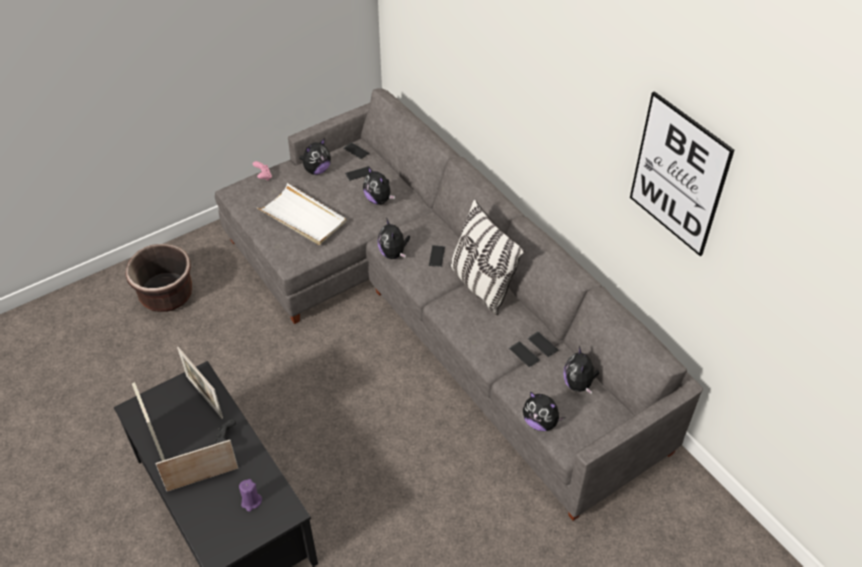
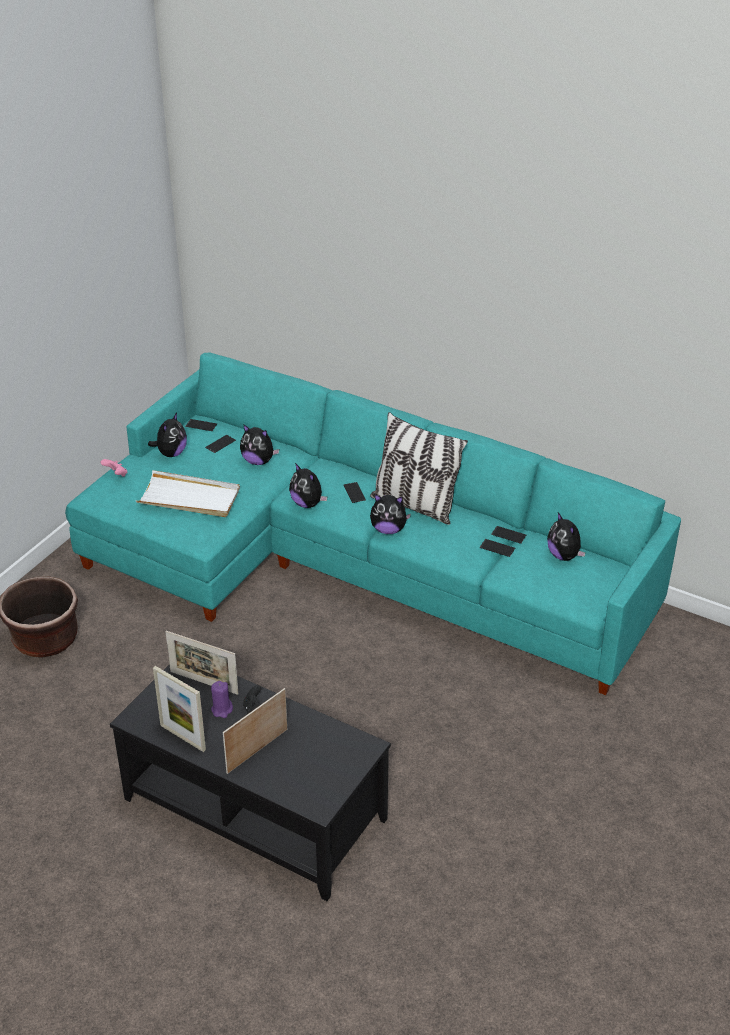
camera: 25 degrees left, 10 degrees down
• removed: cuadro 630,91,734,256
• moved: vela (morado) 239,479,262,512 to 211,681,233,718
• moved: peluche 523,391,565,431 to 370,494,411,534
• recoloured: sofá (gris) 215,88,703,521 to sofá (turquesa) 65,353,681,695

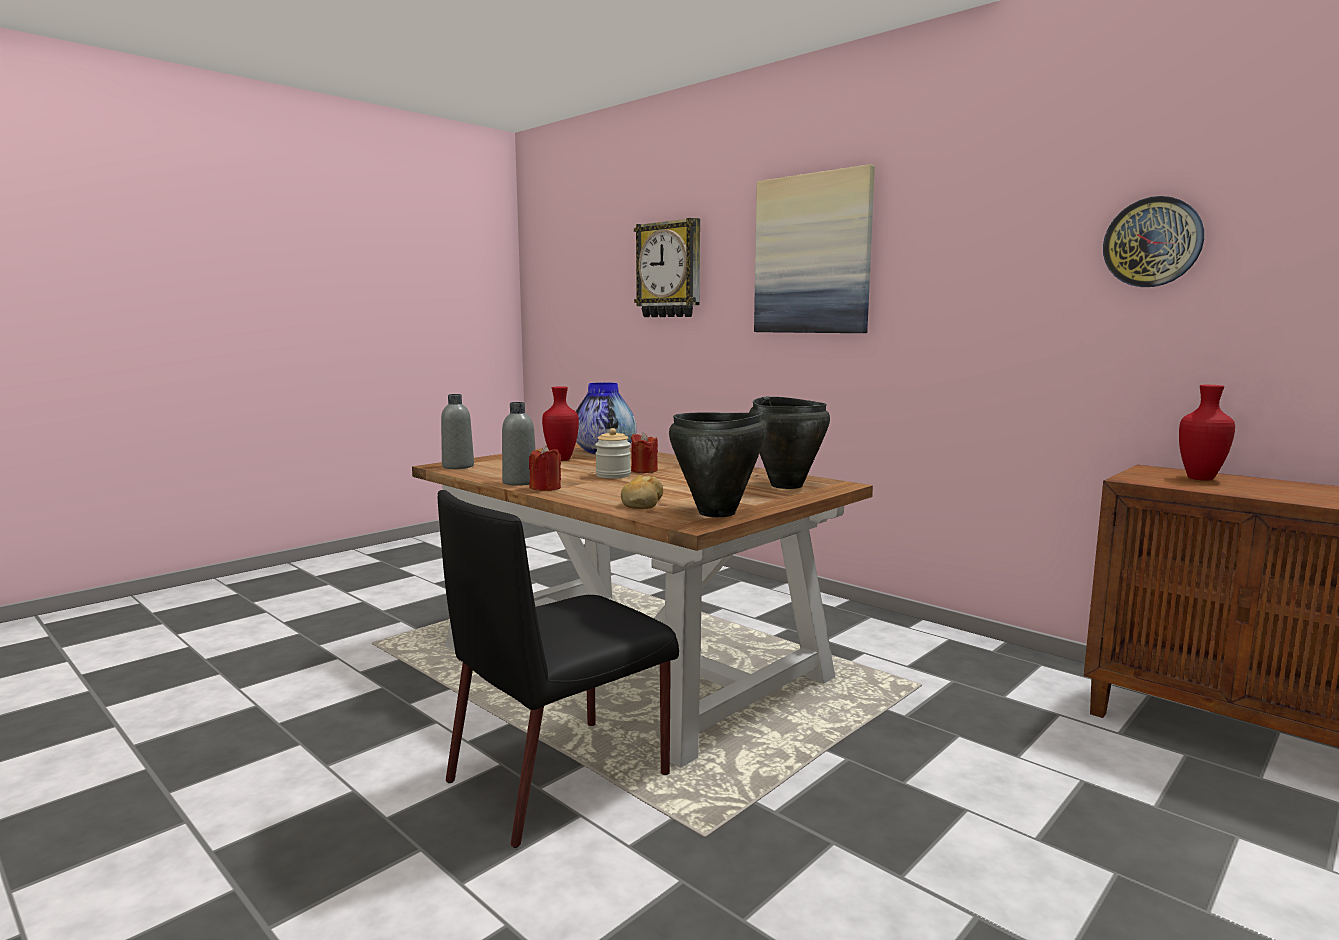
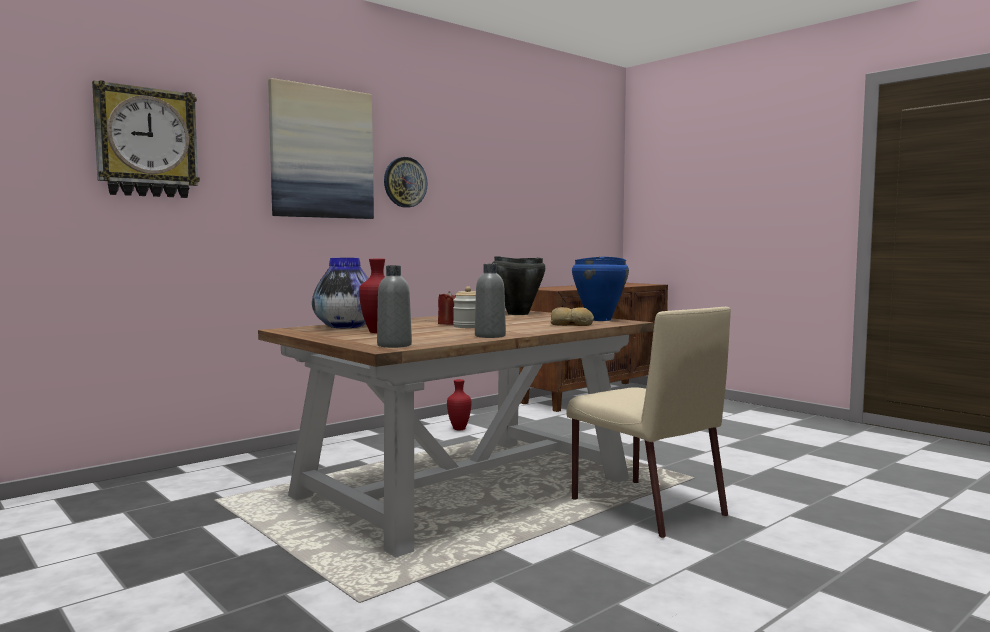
camera: 85 degrees left, 5 degrees down
• removed: vela (rojo) 529,445,561,491
• moved: reloj de pared 1103,196,1204,287 to 384,157,428,208
• moved: florero (rojo) 1179,385,1235,480 to 447,379,472,430
• recoloured: silla (negro) 438,490,679,848 to silla (beis) 566,307,731,538
• recoloured: olla (negro) 669,413,766,517 to olla (azul) 572,256,629,321

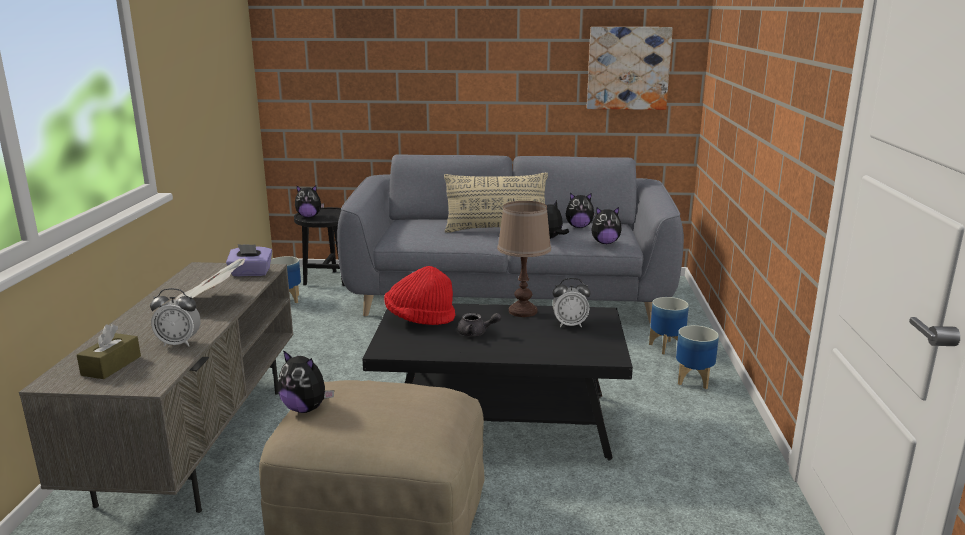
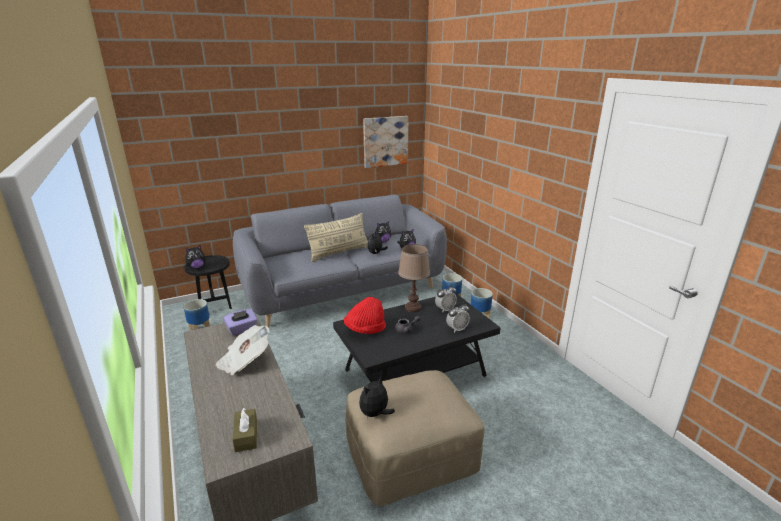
camera: 30 degrees left, 5 degrees up
• moved: despertador 150,288,201,347 to 446,302,470,333
• turned: peluche 278,350,334,413 = 359,377,395,418 135 degrees clockwise

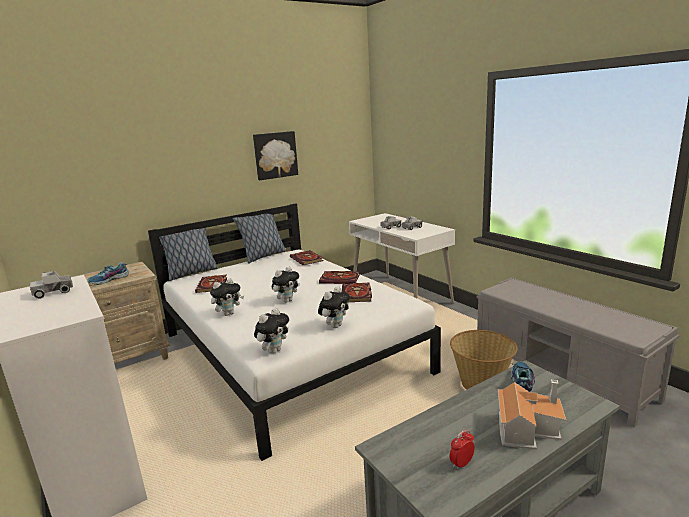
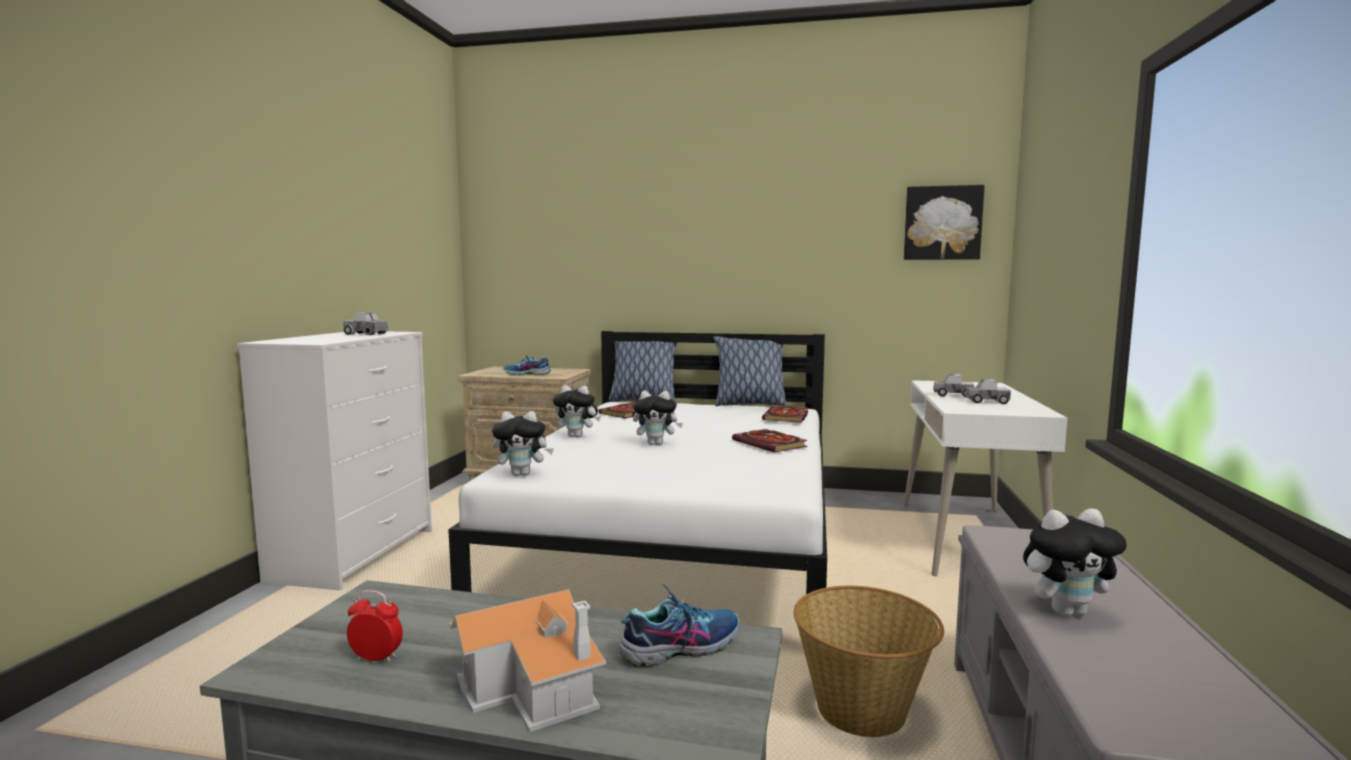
camera: 45 degrees right, 10 degrees down
• removed: libro 342,283,372,302
• moved: cuadro 253,131,298,180 to 904,185,985,260
• moved: peluche 318,287,350,328 to 1023,509,1127,616

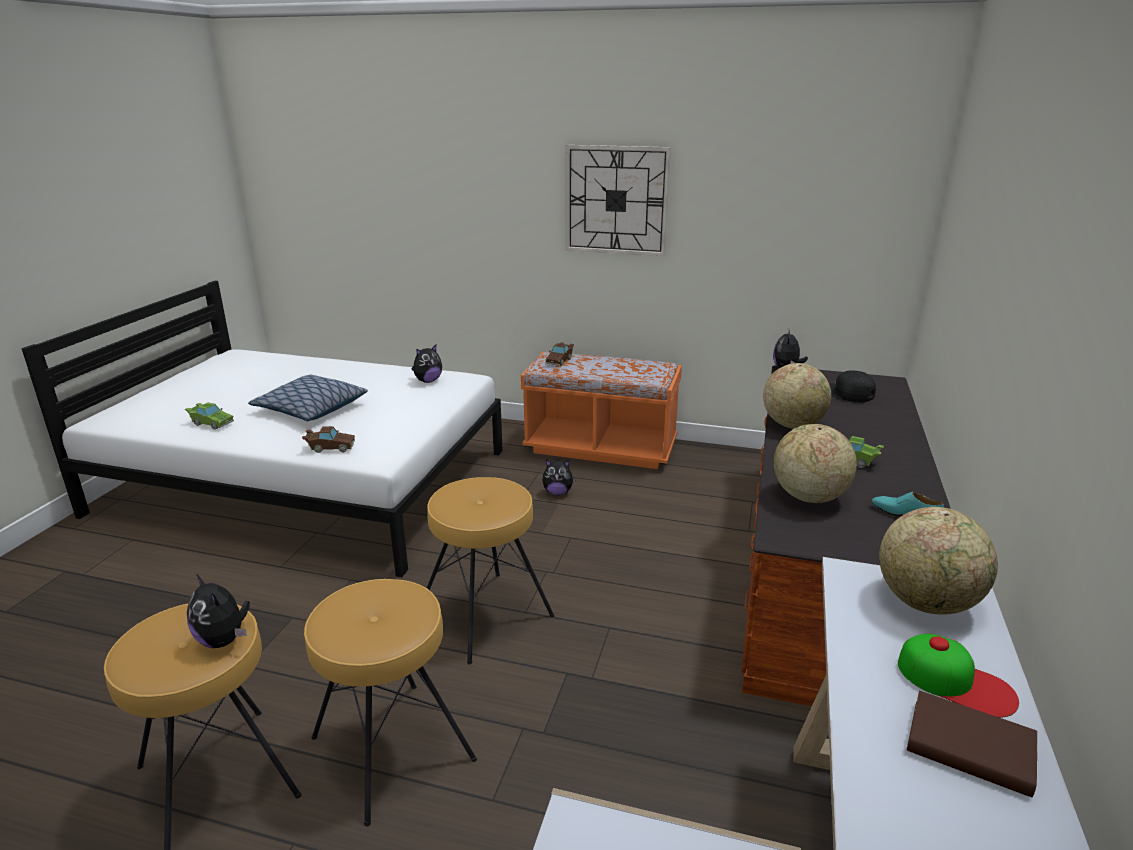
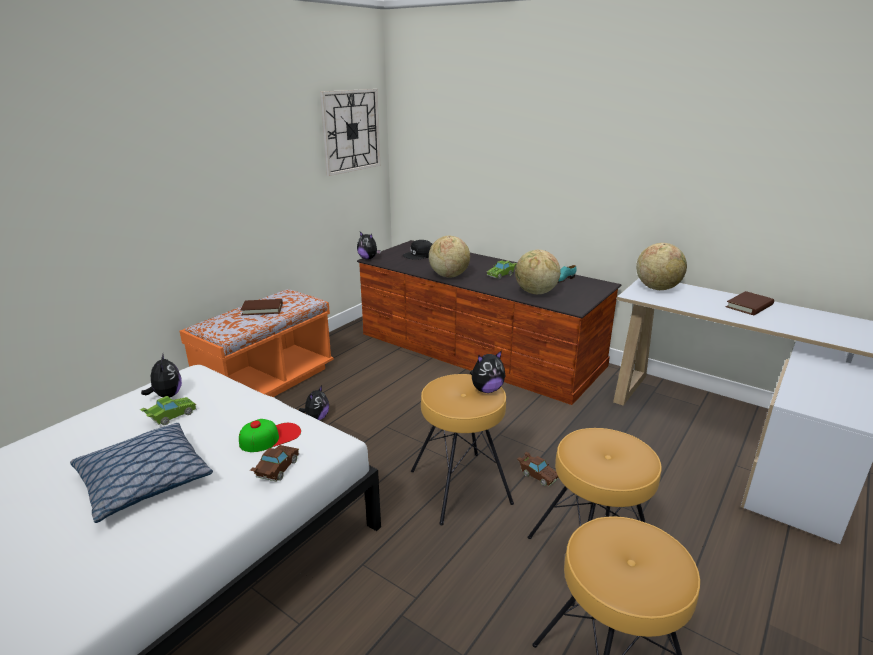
camera: 70 degrees left, 0 degrees up
• added: libro (marrón) 241,299,283,315
• moved: coche de juguete (verde) 185,402,234,430 to 140,396,196,425
• moved: peluche 187,574,250,648 to 470,351,505,393
• moved: coche de juguete (marrón) 545,342,574,366 to 517,452,559,486
• moved: reloj de pared 566,145,671,256 to 320,89,380,176
• moved: gorra 898,634,1019,718 to 239,419,301,452

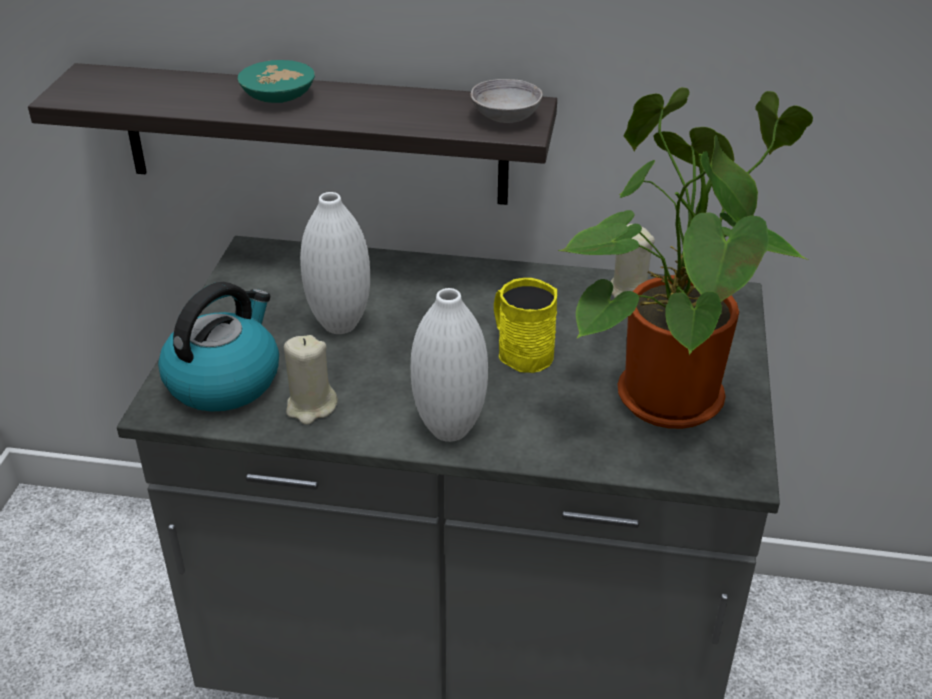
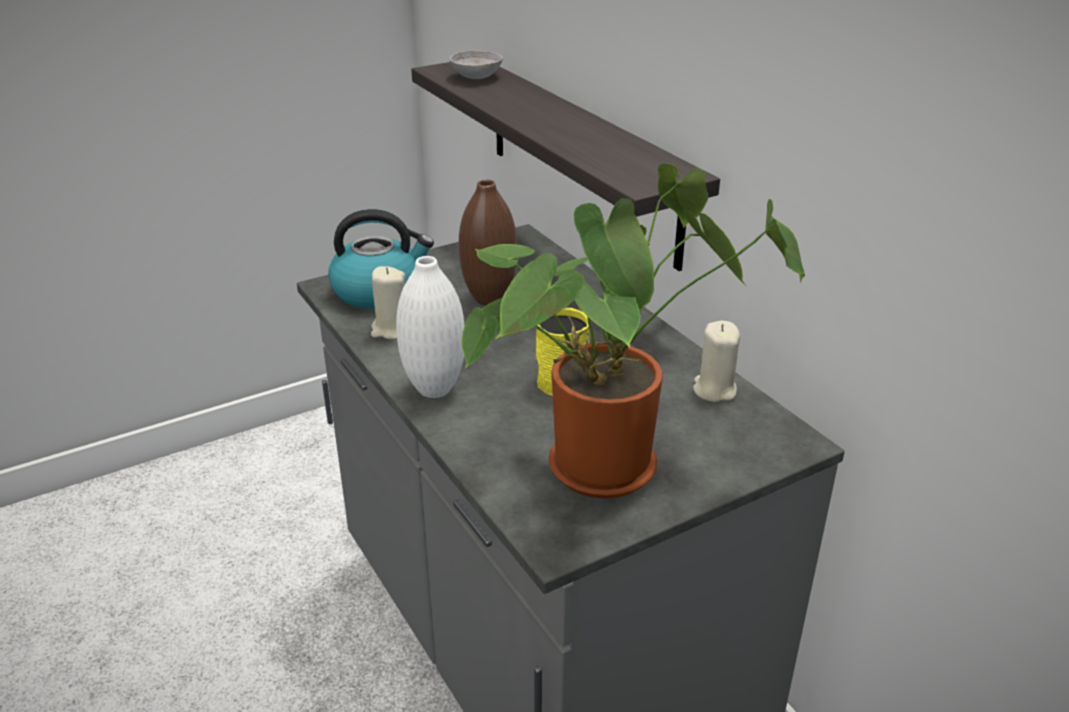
camera: 50 degrees right, 5 degrees down
• removed: cuenco (turquesa) 238,60,315,103
• moved: cuenco (gris) 470,79,543,123 to 449,51,503,79
• recoloured: florero (blanco) 300,192,370,334 to florero (marrón) 459,180,517,306

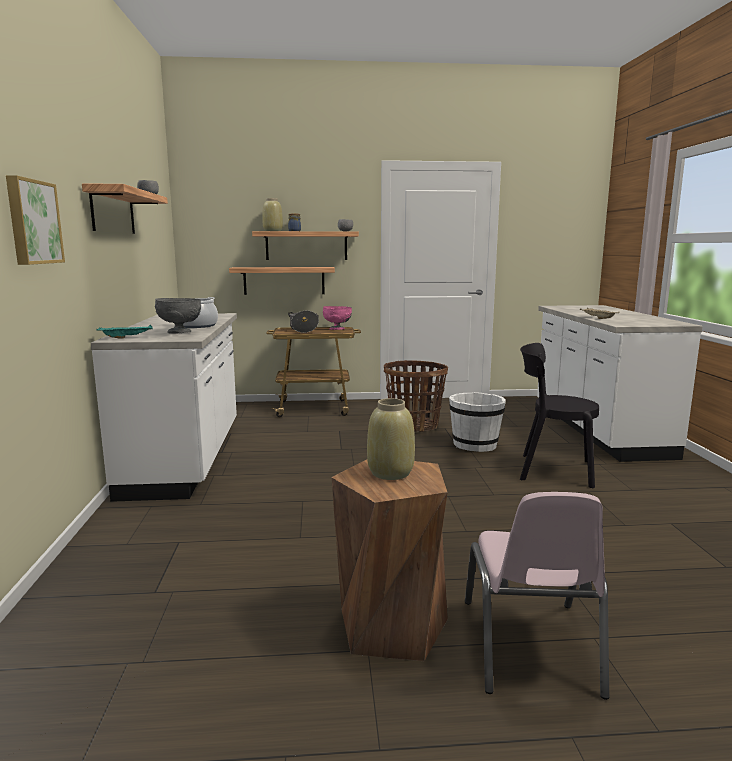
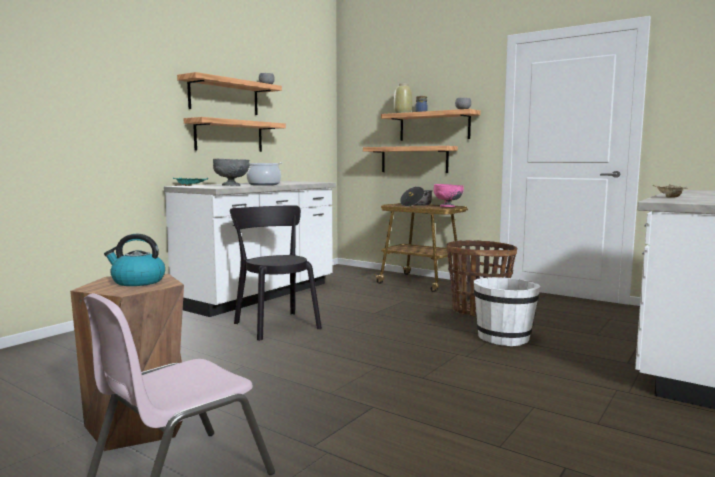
camera: 40 degrees right, 5 degrees down
• removed: cuadro 6,175,65,265
• added: estante 184,117,286,152
• moved: silla (negro) 520,343,599,488 to 230,205,322,341
• replaced: florero (beis) 367,398,415,480 to hervidor 104,234,165,286

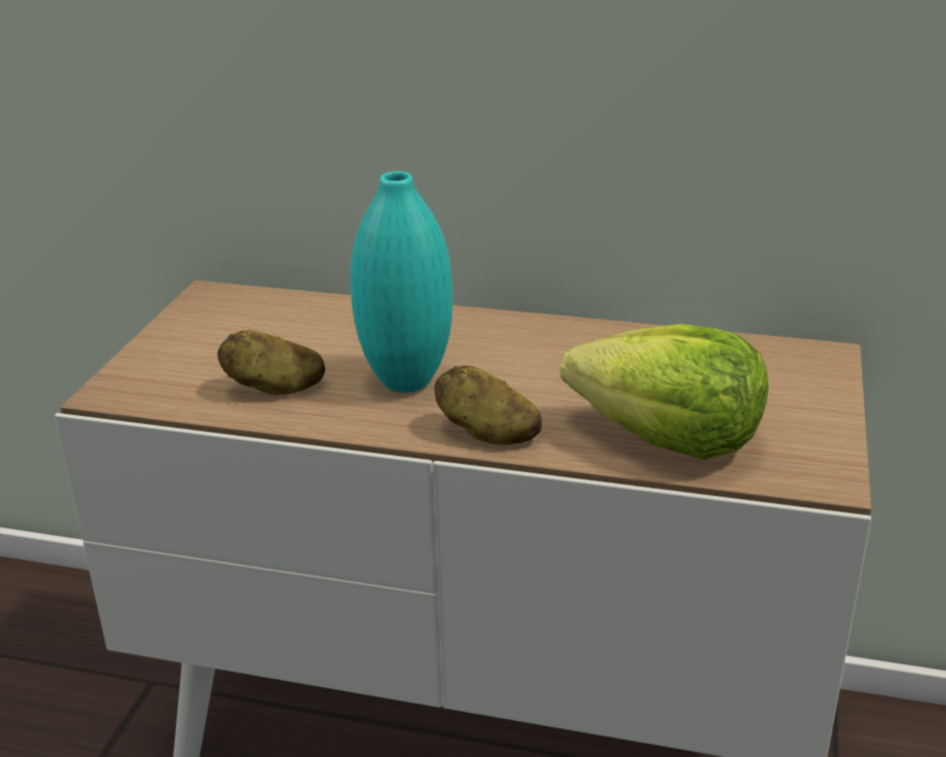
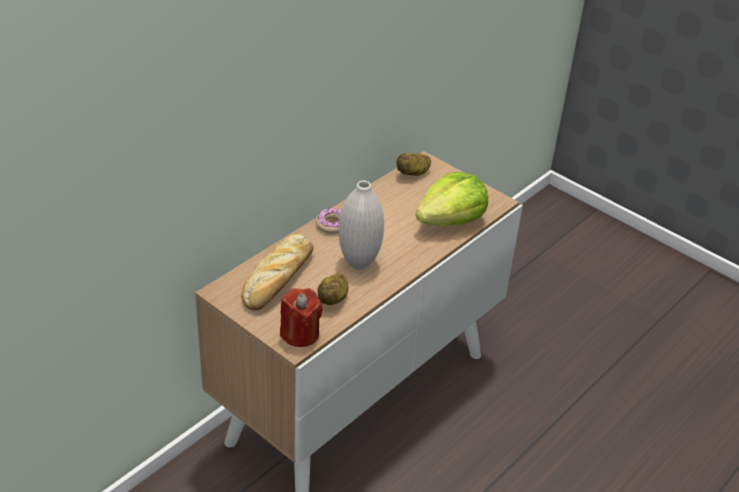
camera: 65 degrees left, 10 degrees up
• added: pan 241,234,313,310
• added: vela (rojo) 280,288,323,347
• added: rosquilla 316,208,341,234
• moved: patata 434,366,542,445 to 397,153,431,176
• recoloured: florero (turquesa) 350,171,453,393 to florero (blanco) 339,181,384,269

